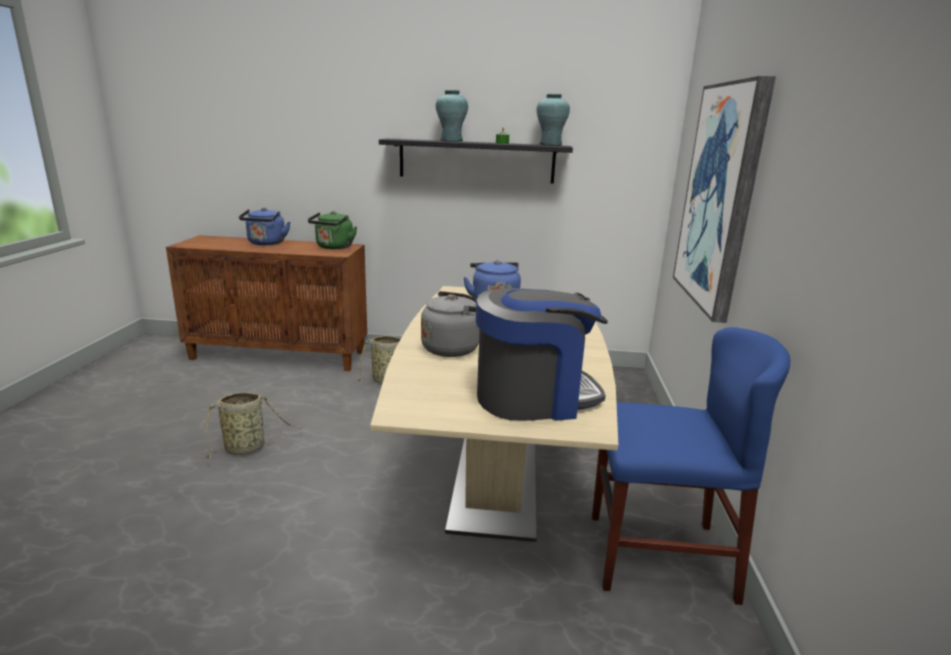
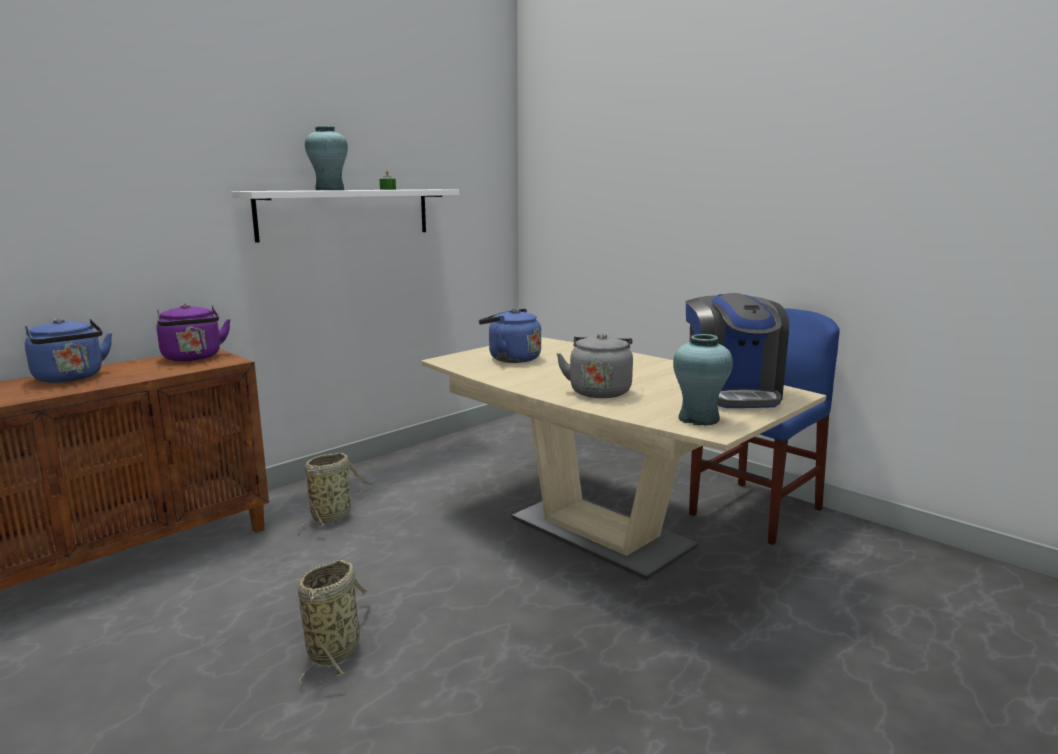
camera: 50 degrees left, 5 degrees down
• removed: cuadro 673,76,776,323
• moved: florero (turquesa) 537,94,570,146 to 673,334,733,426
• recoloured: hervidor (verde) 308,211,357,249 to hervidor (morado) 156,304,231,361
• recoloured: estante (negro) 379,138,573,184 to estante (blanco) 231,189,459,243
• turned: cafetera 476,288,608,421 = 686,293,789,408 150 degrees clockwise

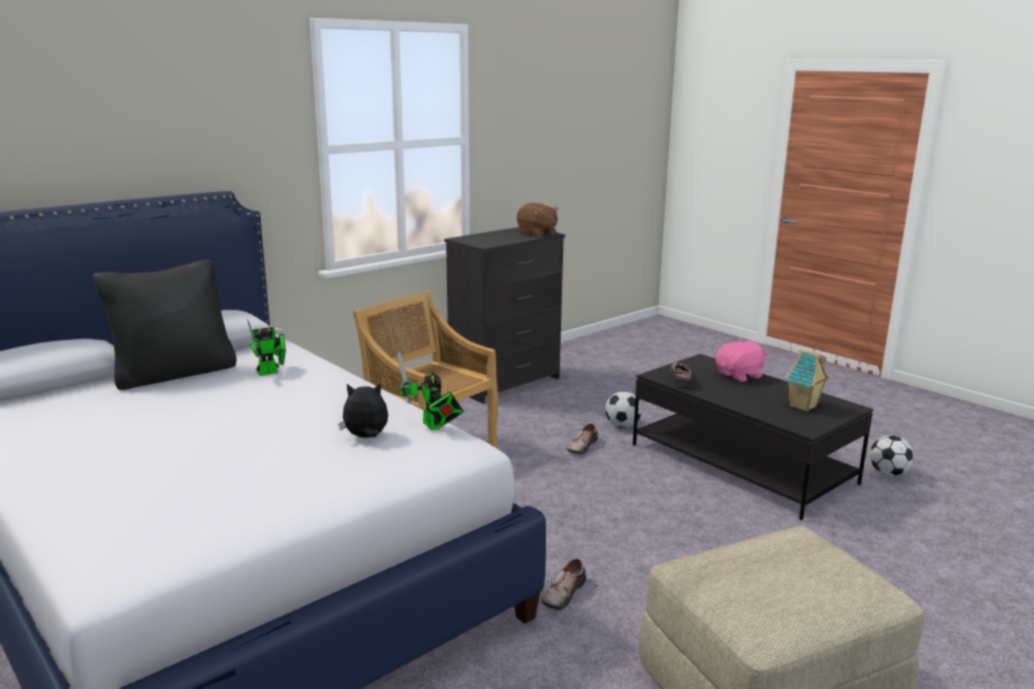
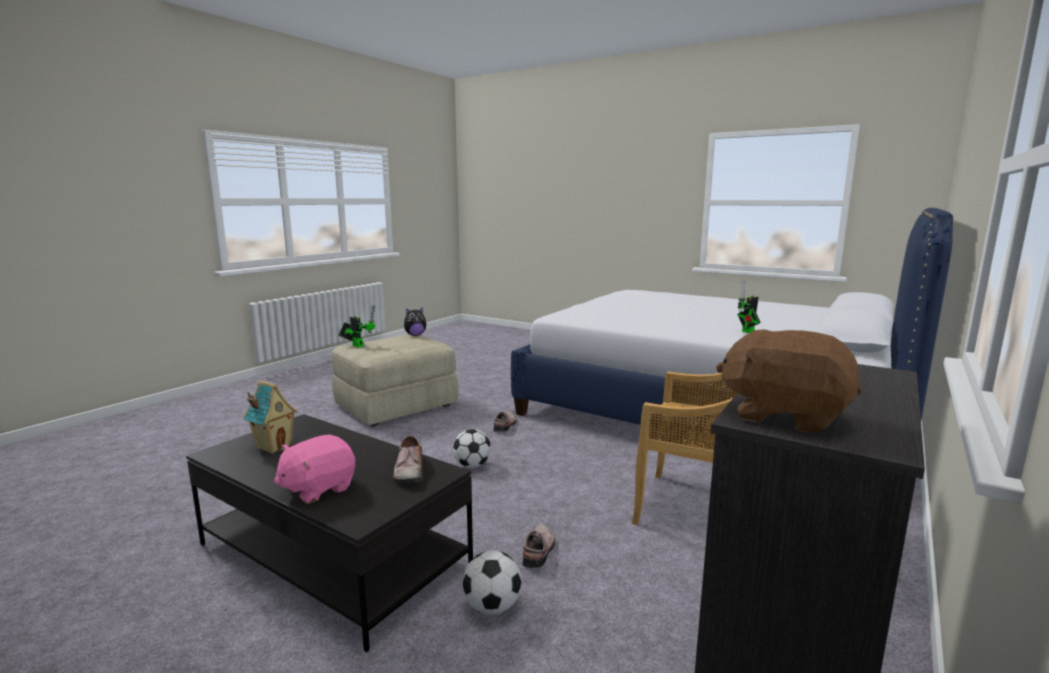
camera: 165 degrees right, 5 degrees down
• removed: cojín (negro) 93,260,236,390
• moved: peluche 338,382,388,438 to 404,307,426,336
• moved: robot de juguete 397,352,464,430 to 339,305,375,348
• moved: balón de fútbol 870,435,914,477 to 452,429,491,468

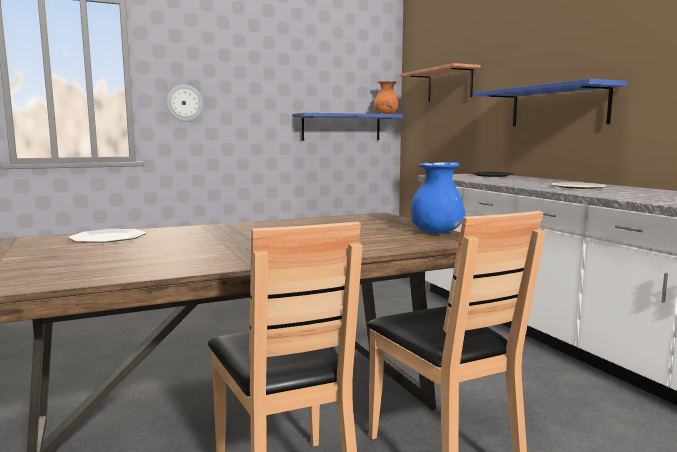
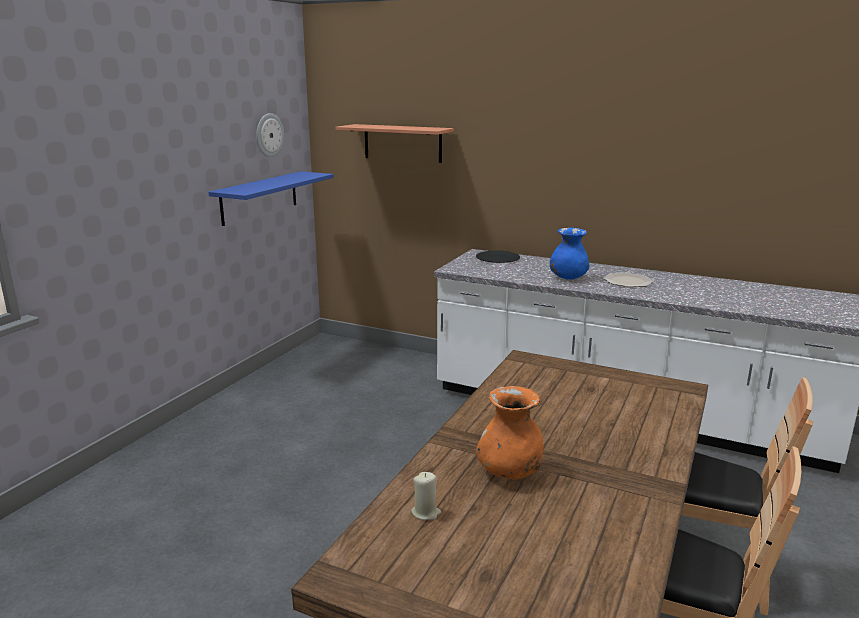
camera: 40 degrees left, 10 degrees up
• removed: estante (azul) 474,79,627,126
• moved: reloj de pared 166,85,204,122 to 256,113,284,157
• moved: florero (naranja) 374,81,398,114 to 476,386,544,479
• moved: florero (azul) 410,162,465,234 to 550,228,589,280
• replaced: plato 68,229,146,243 to vela (beis) 411,472,441,520

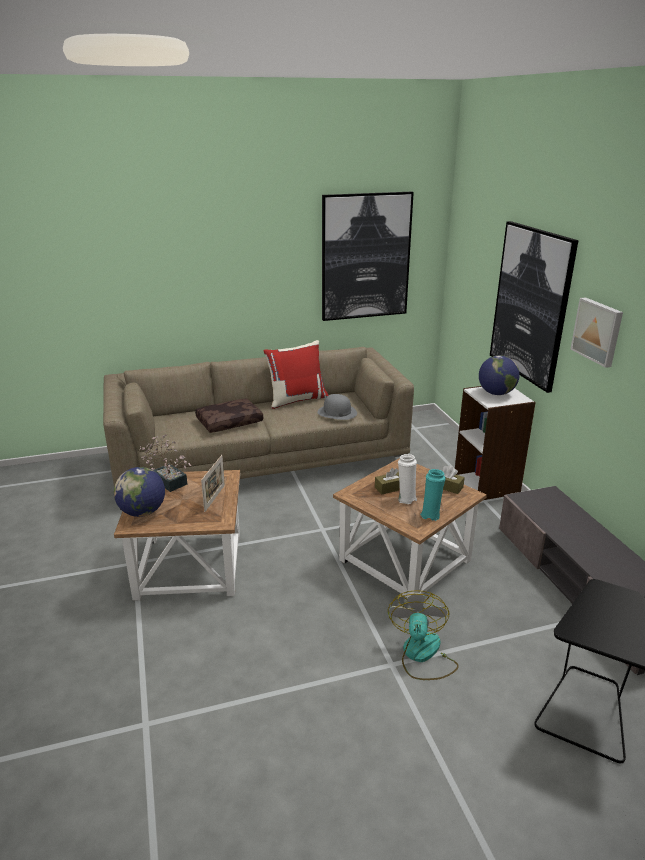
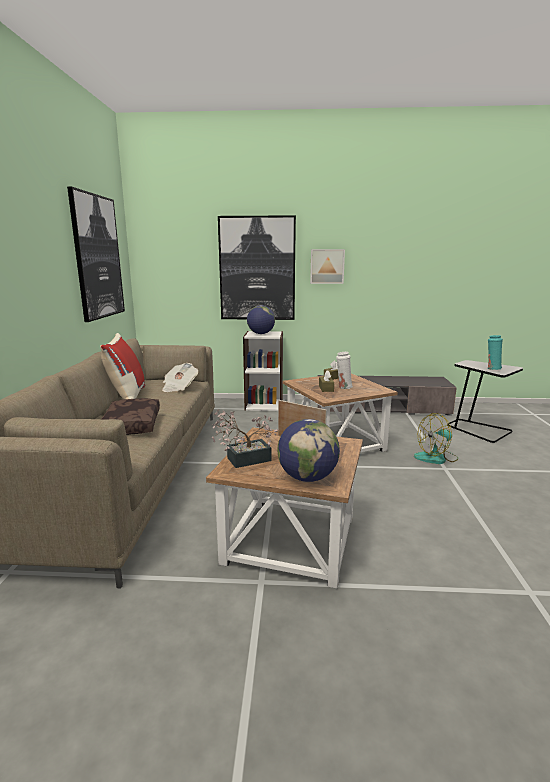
camera: 70 degrees left, 10 degrees down
• moved: florero (turquesa) 420,469,446,521 to 488,335,503,370
• replaced: sombrero (gris) 317,394,357,420 to periódico 162,363,198,392
• turned: ventilador 388,590,459,680 = 414,413,458,464 45 degrees counterclockwise

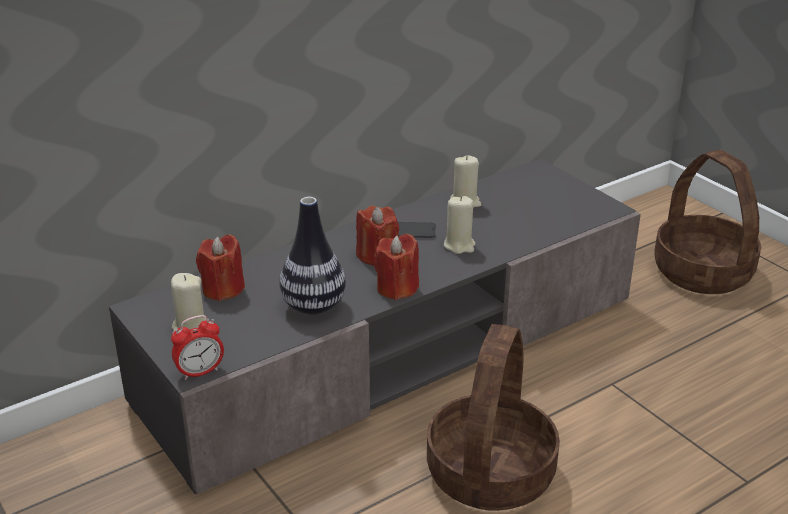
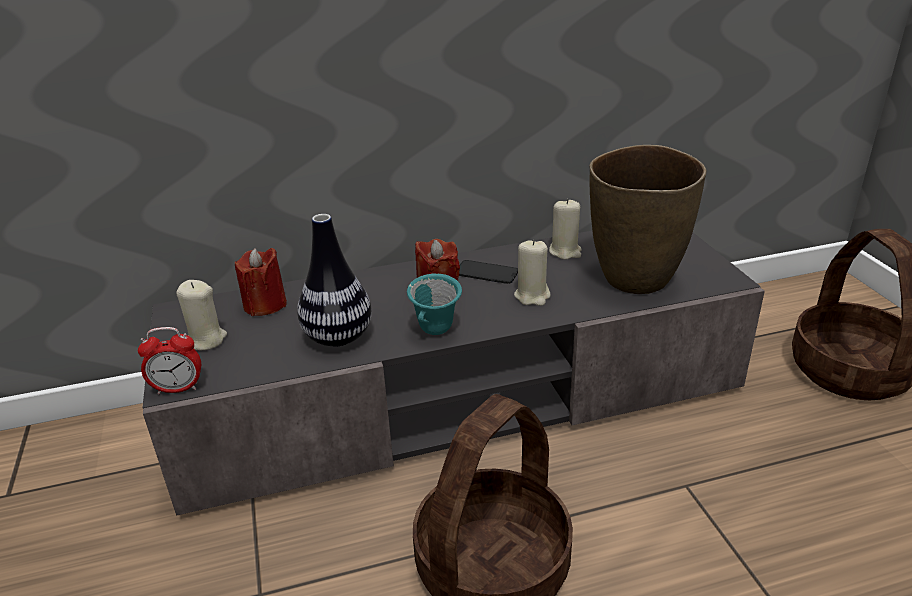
camera: 20 degrees right, 0 degrees up
• added: florero (marrón) 590,145,706,294
• replaced: vela (rojo) 373,234,419,300 to taza grande (turquesa) 407,274,462,335

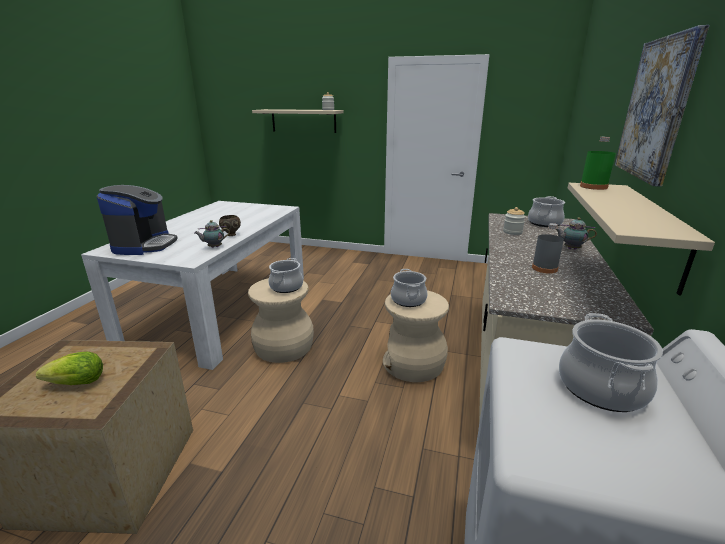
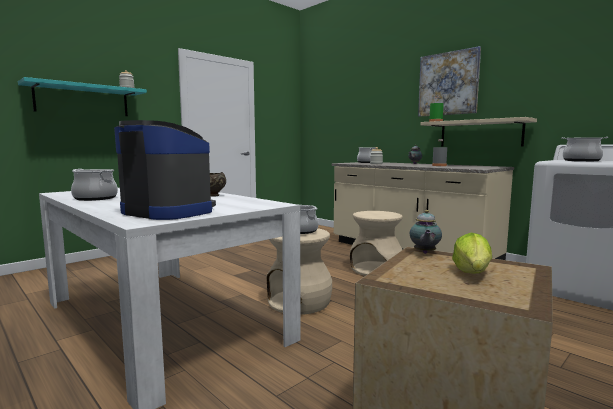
camera: 60 degrees left, 15 degrees down
• moved: tetera 194,220,230,248 to 410,210,442,254
• moved: olla 391,269,427,307 to 71,169,118,201
• recoloured: estante (beis) 252,109,344,133 to estante (turquesa) 18,77,147,116

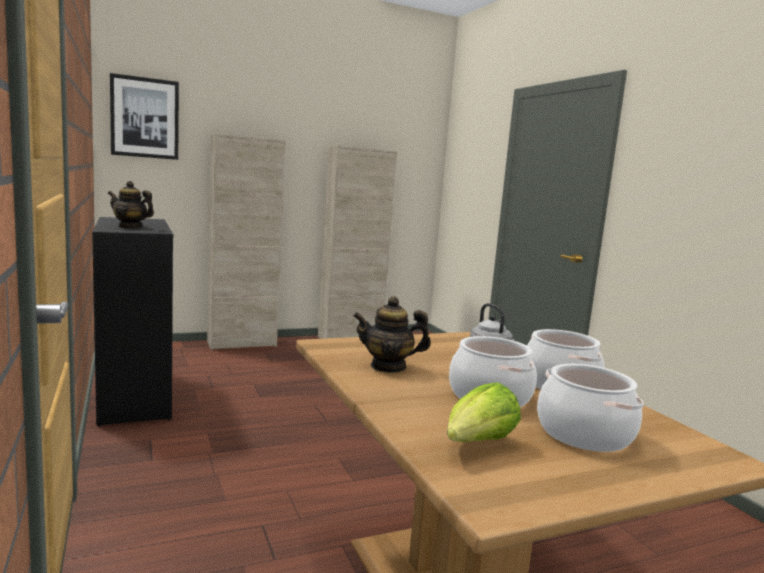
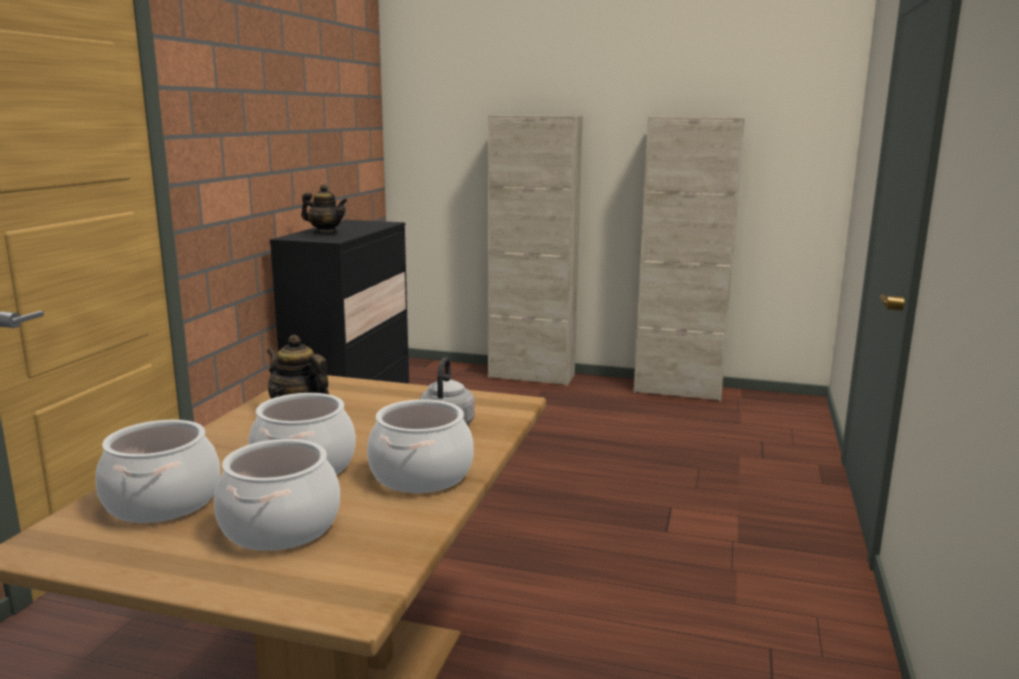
camera: 40 degrees right, 5 degrees up
• removed: cuadro 110,73,179,160
• replaced: lechuga 447,383,521,442 to olla 95,420,220,523
• turned: tetera 108,181,154,228 = 301,185,347,234 150 degrees clockwise

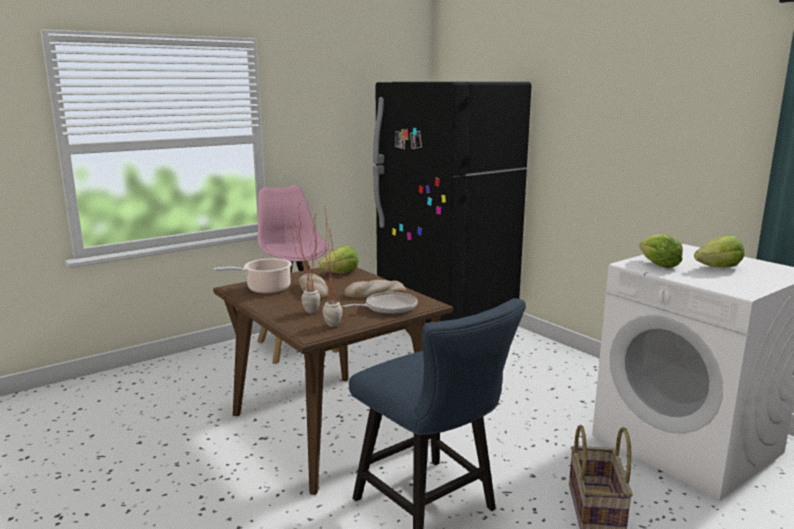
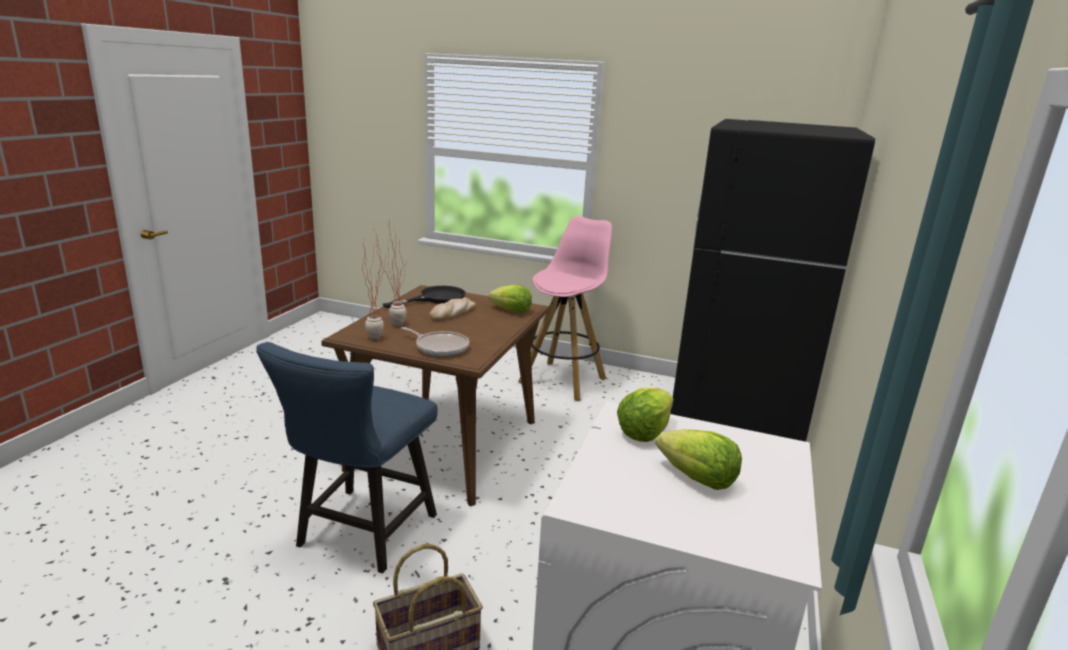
camera: 55 degrees right, 5 degrees up
• removed: pan 344,280,406,298
• replaced: olla 214,258,292,294 to sartén (negro) 383,286,466,308

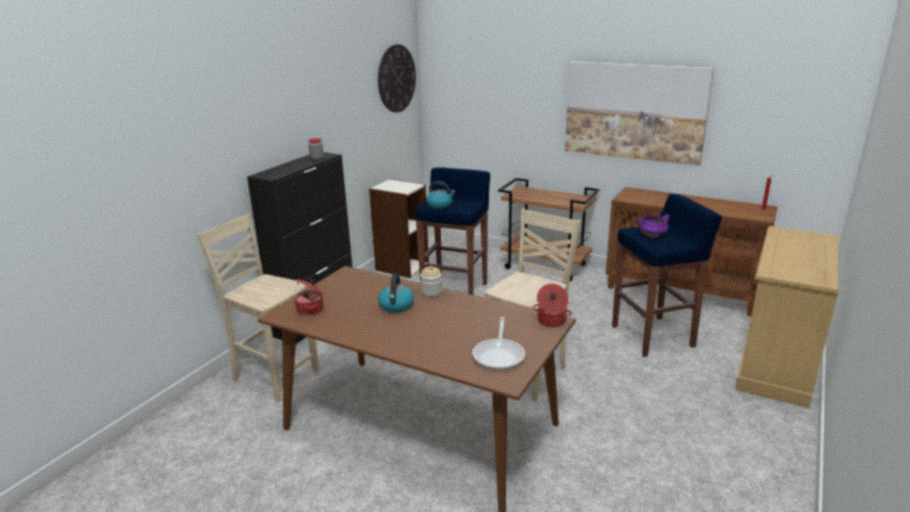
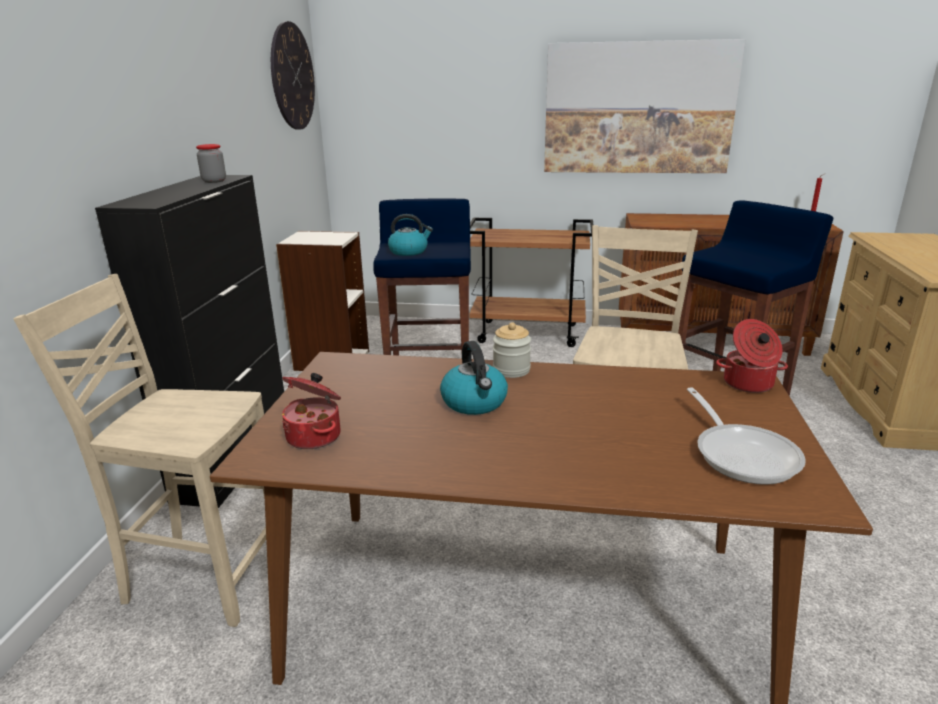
camera: 20 degrees left, 0 degrees up
• removed: olla (morado) 638,214,670,238

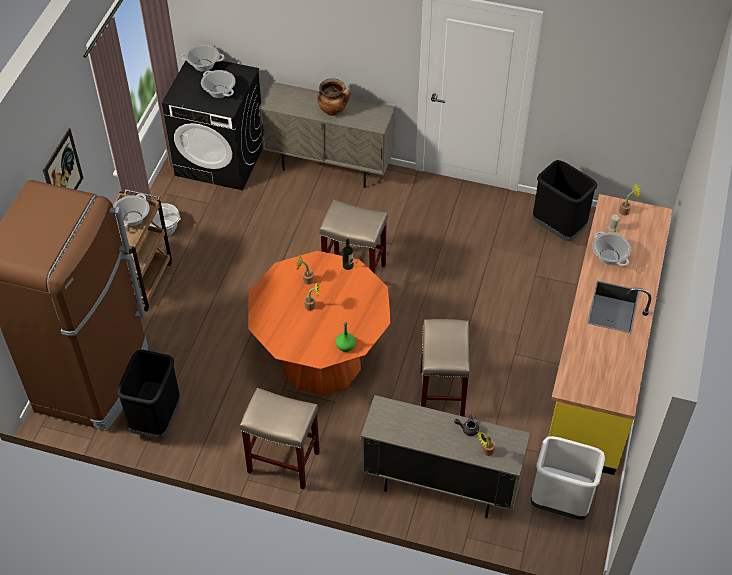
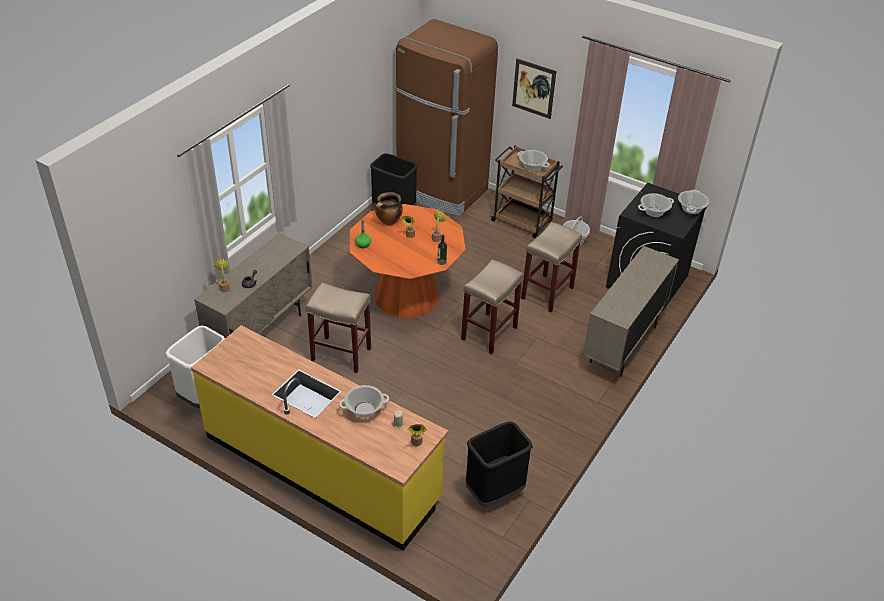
camera: 105 degrees right, 10 degrees down
• moved: taburete (beis) 240,388,320,489 to 521,222,582,312
• moved: olla 317,78,350,116 to 375,192,403,225

